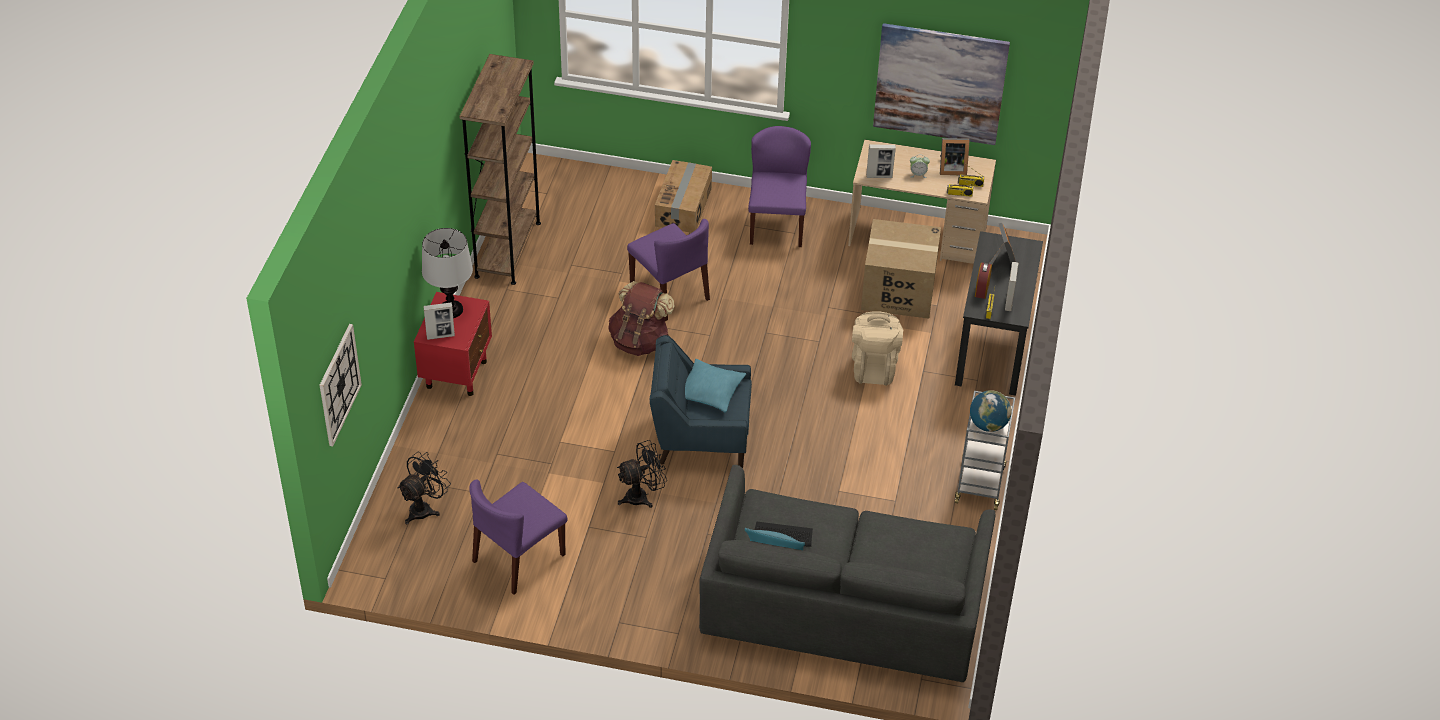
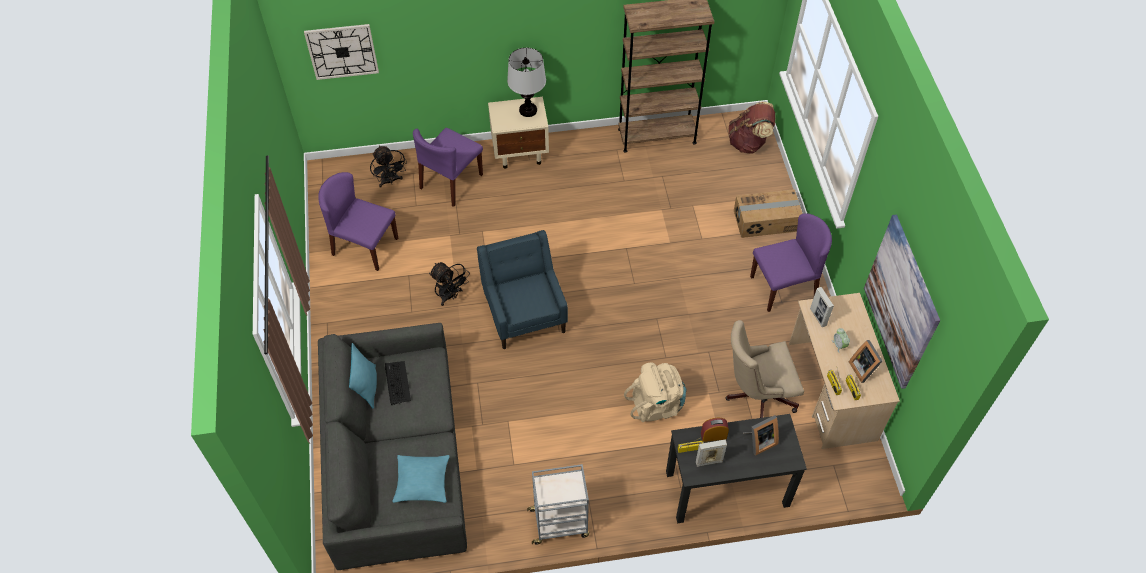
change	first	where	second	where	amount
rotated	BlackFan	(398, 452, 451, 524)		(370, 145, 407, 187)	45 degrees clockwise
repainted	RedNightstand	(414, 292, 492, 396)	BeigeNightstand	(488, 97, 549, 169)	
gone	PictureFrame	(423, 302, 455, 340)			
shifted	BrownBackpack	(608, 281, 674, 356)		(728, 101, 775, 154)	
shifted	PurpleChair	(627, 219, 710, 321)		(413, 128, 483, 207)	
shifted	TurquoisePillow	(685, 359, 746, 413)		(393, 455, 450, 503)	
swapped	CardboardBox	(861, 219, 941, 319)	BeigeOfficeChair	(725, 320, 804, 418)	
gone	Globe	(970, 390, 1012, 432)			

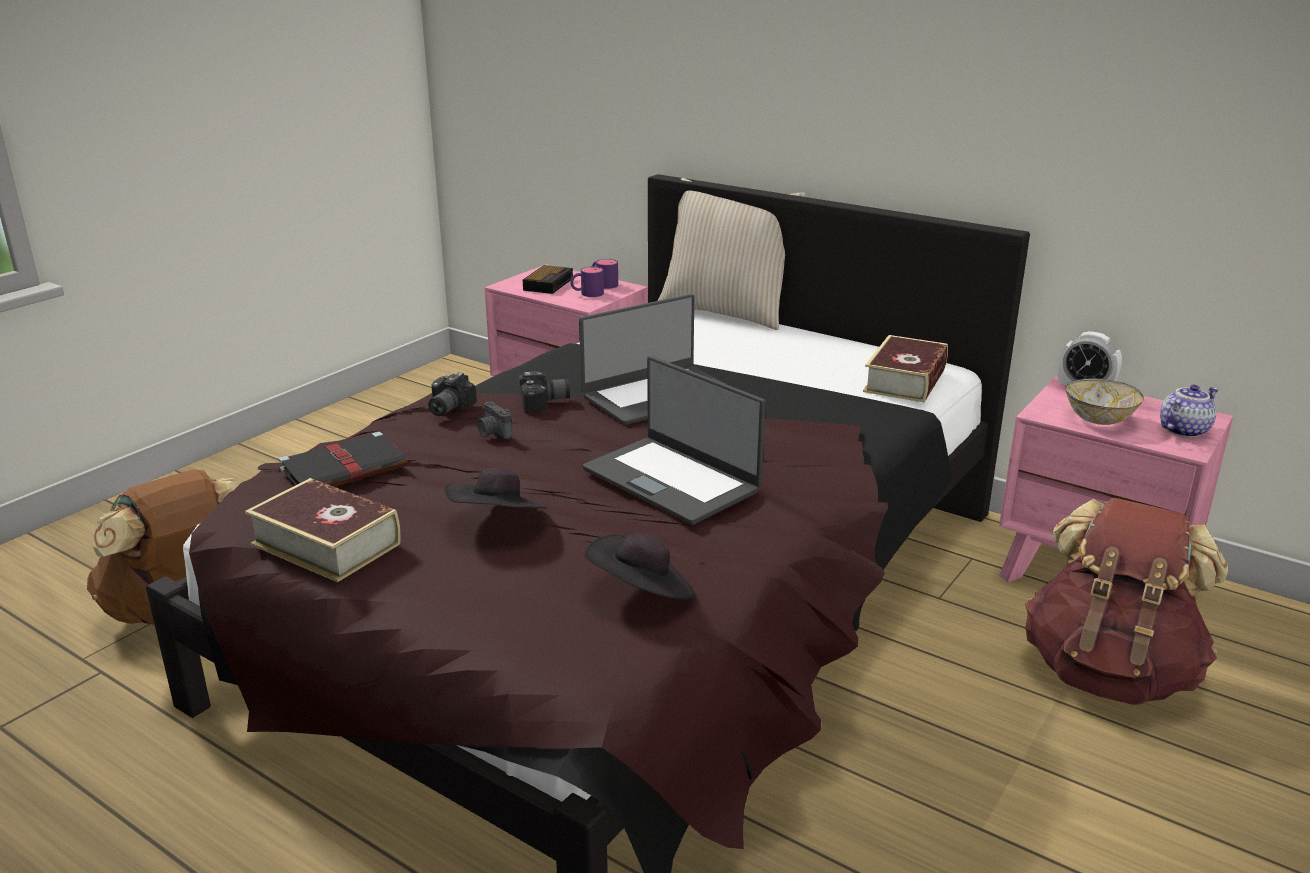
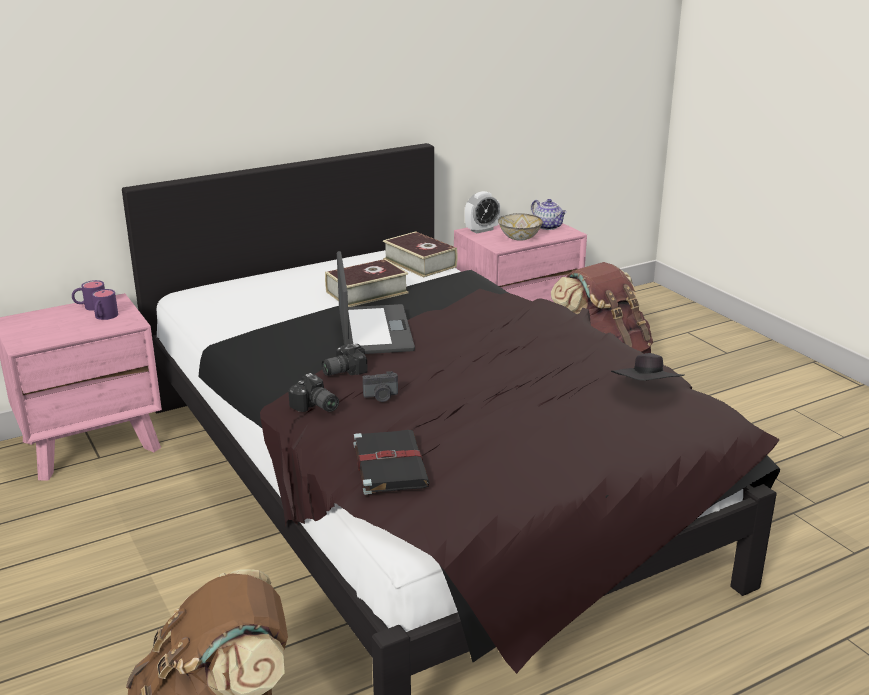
change	first	where	second	where	amount
shifted	Book	(245, 478, 400, 582)		(325, 259, 409, 307)	
gone	BlackHat	(445, 467, 547, 509)			
rotated	PhotoCamera	(519, 371, 570, 413)		(322, 344, 368, 376)	135 degrees counterclockwise
gone	AlarmClock	(523, 265, 573, 294)			
gone	Laptop	(583, 356, 766, 525)			
gone	BeigePillow	(658, 178, 805, 330)			
rotated	Teapot	(1160, 384, 1219, 438)		(531, 199, 567, 230)	150 degrees clockwise

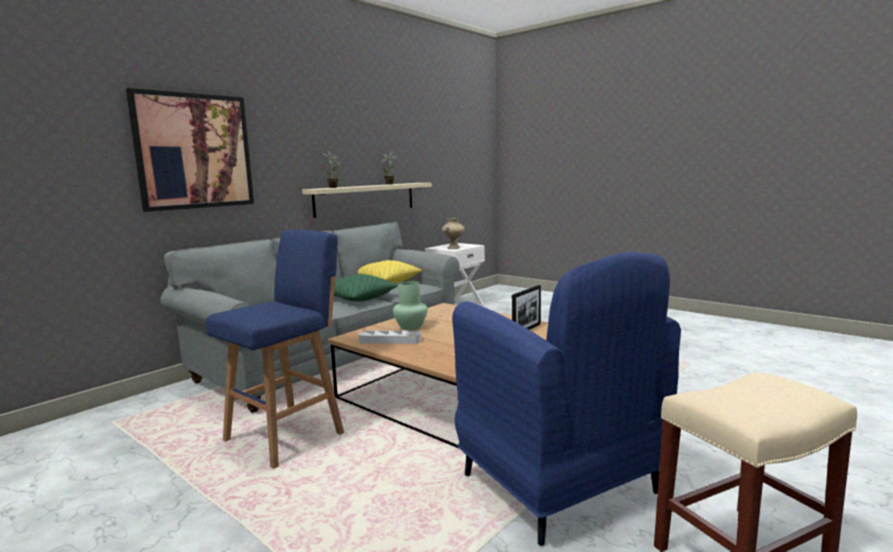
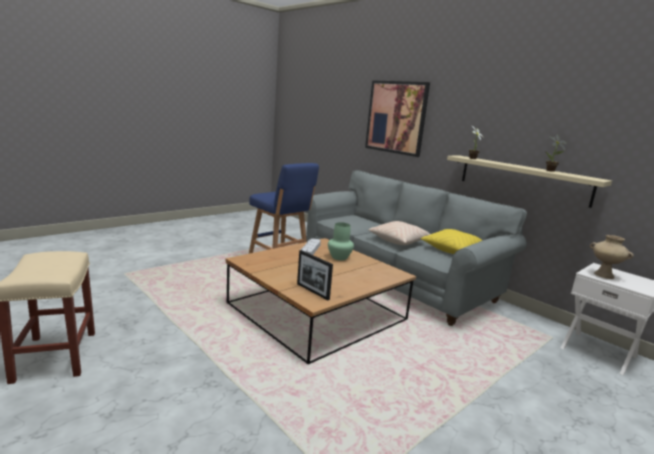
change	first	where	second	where	amount
repainted	GreenPillow	(334, 274, 397, 301)	BeigePillow	(368, 221, 430, 245)	
gone	BlueArmchair	(452, 252, 681, 546)			

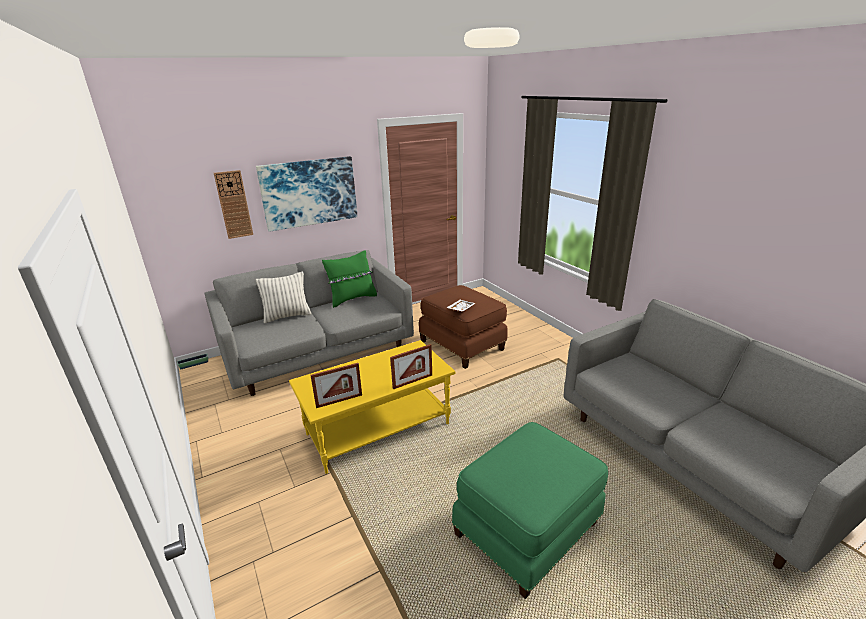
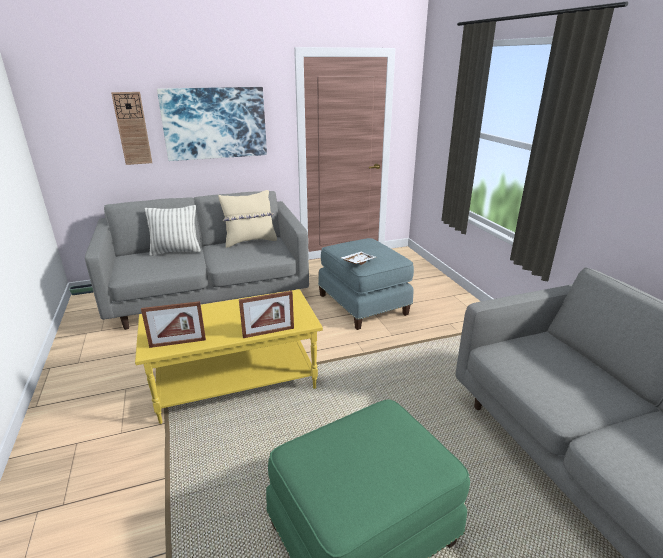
change	first	where	second	where	amount
repainted	GreenPillow	(322, 250, 377, 308)	BeigePillow	(218, 190, 277, 248)	
repainted	BrownOttoman	(419, 285, 508, 369)	BlueOttoman	(318, 238, 414, 330)	

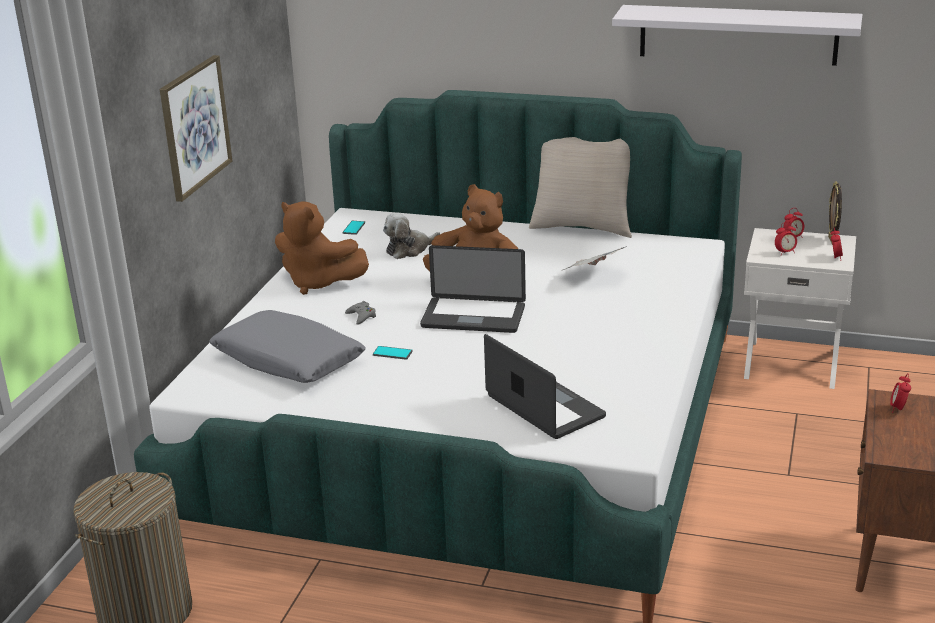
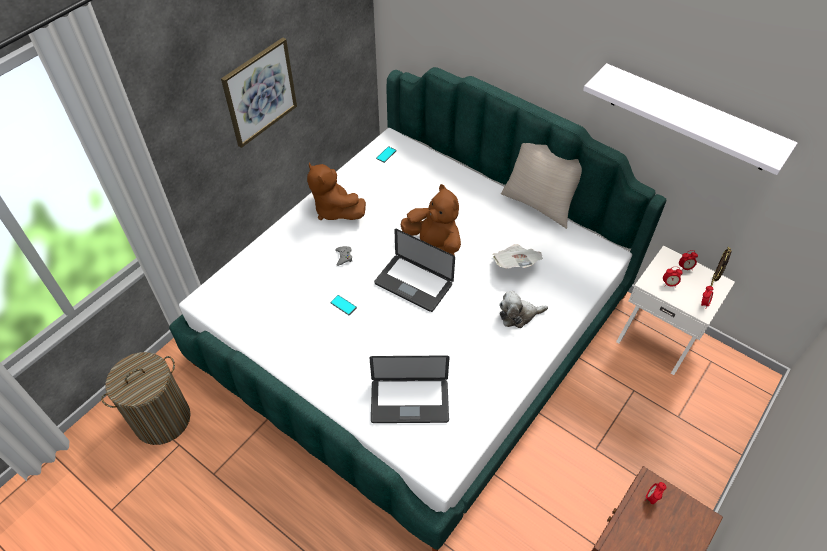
change	first	where	second	where	amount
gone	GreyPillow	(209, 310, 366, 383)			
shifted	PlushToy	(383, 213, 440, 259)		(499, 291, 548, 328)	
rotated	Laptop	(484, 334, 606, 439)		(370, 356, 450, 423)	105 degrees clockwise

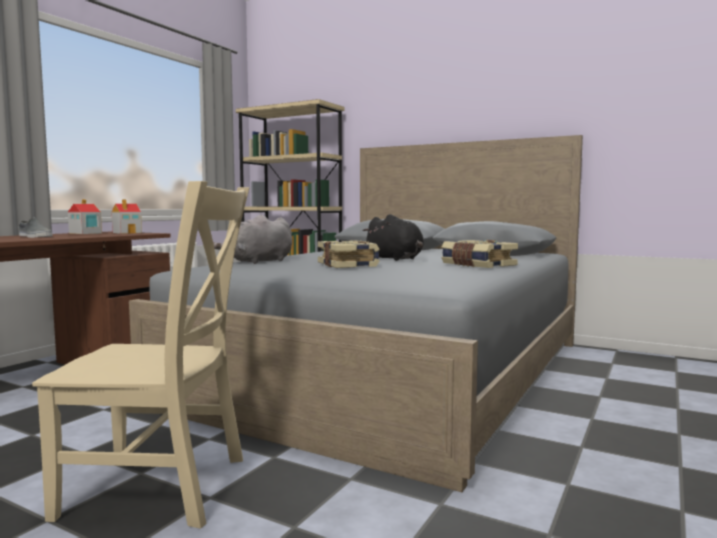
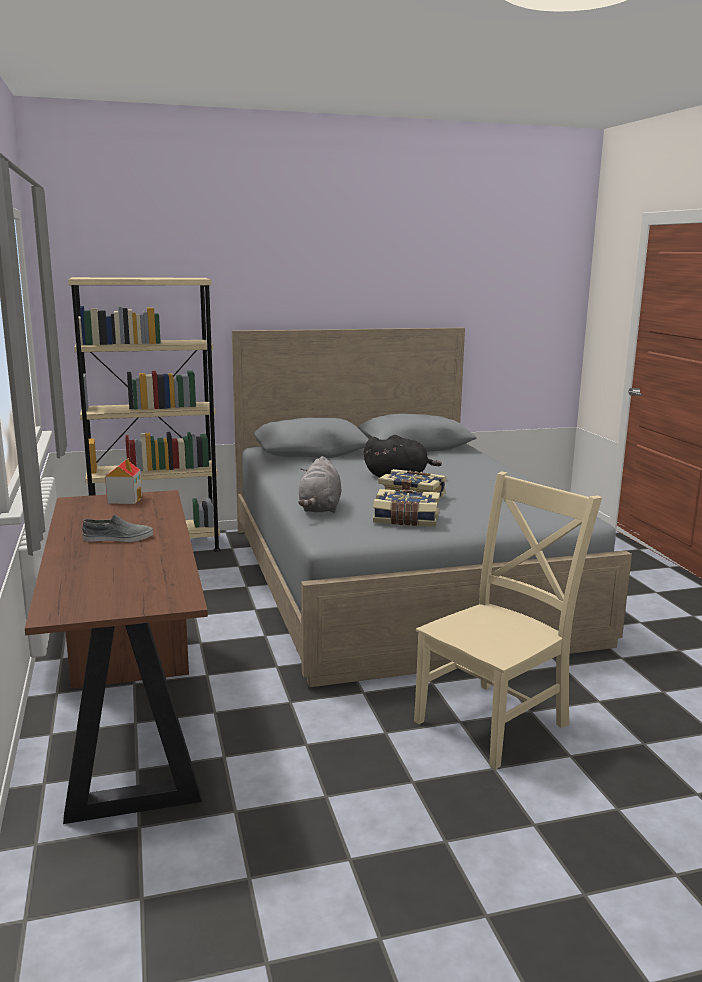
change	first	where	second	where	amount
gone	ToyHouse	(68, 199, 102, 234)			
shifted	Book	(441, 240, 518, 268)		(373, 489, 440, 527)	

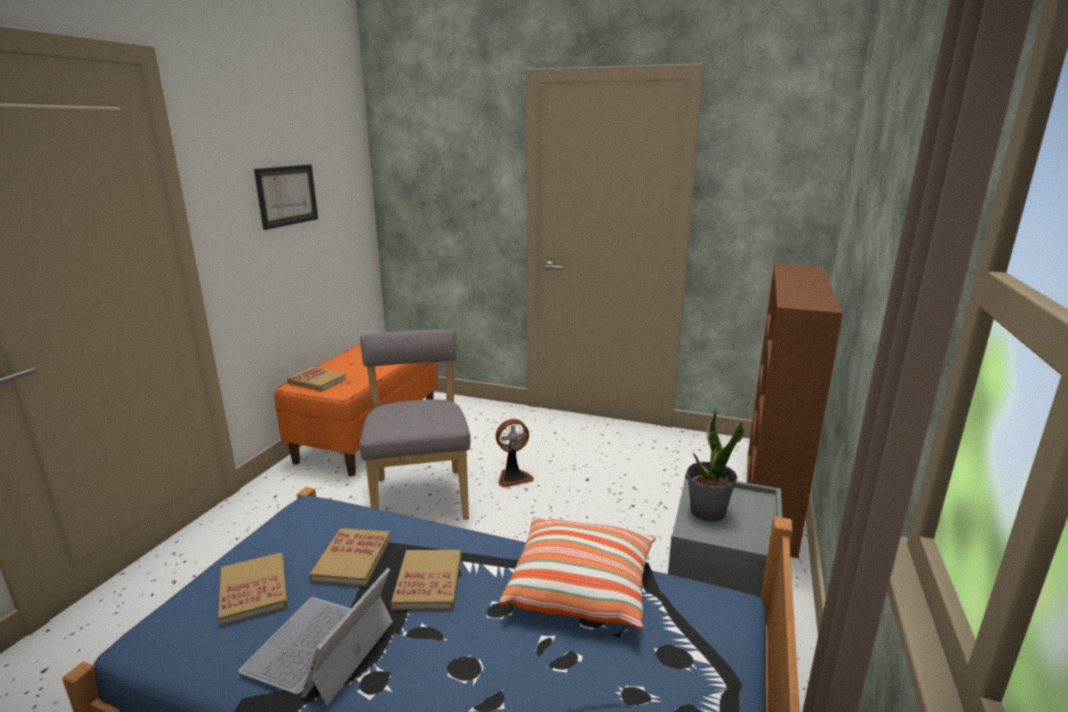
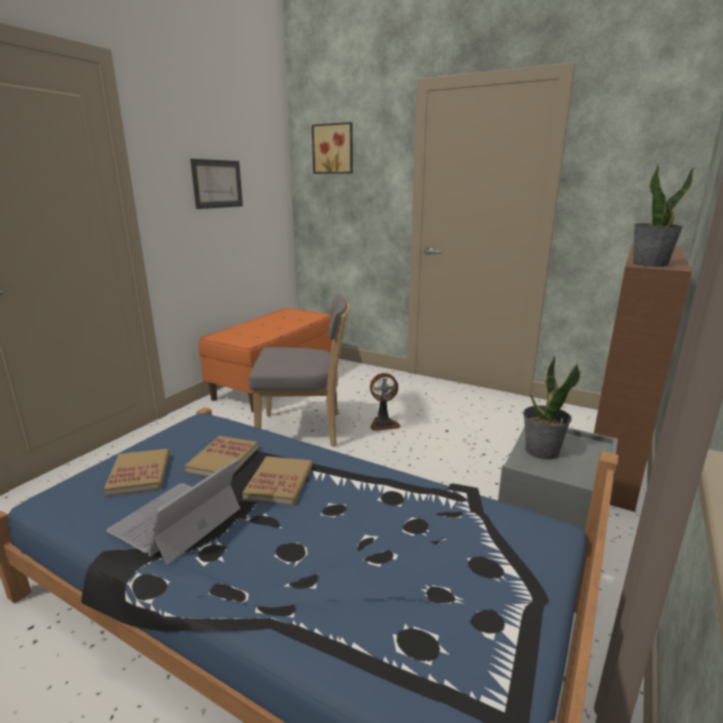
change	first	where	second	where	amount
gone	Book	(287, 367, 346, 391)			
rotated	GreyChair	(359, 329, 470, 520)		(248, 293, 350, 447)	90 degrees clockwise
gone	Pillow	(499, 517, 656, 629)			
new			Picture	(312, 122, 353, 174)	
new			PottedPlant	(633, 163, 695, 267)	

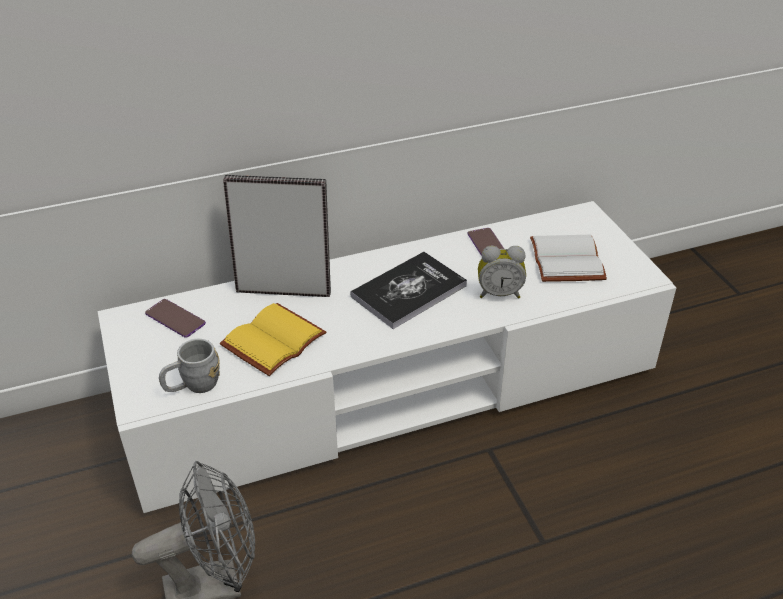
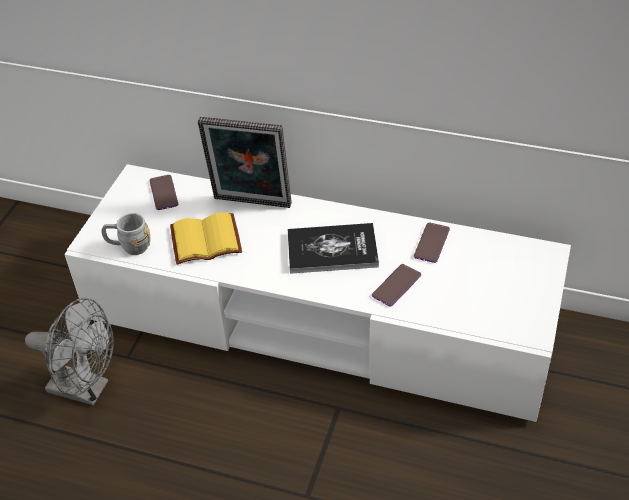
change	first	where	second	where	amount
rotated	PictureFrame	(223, 175, 331, 297)		(198, 117, 292, 208)	150 degrees clockwise
swapped	AlarmClock	(478, 246, 526, 298)	Phone	(372, 264, 421, 307)	
gone	WhiteBook	(530, 235, 607, 282)			

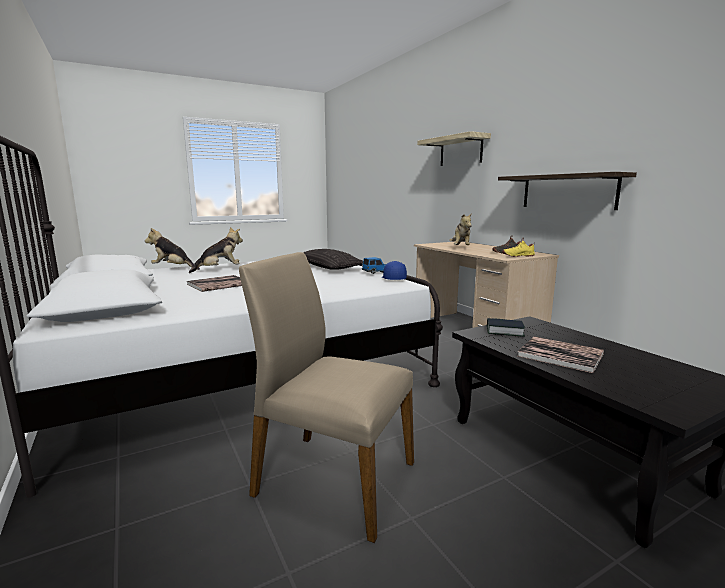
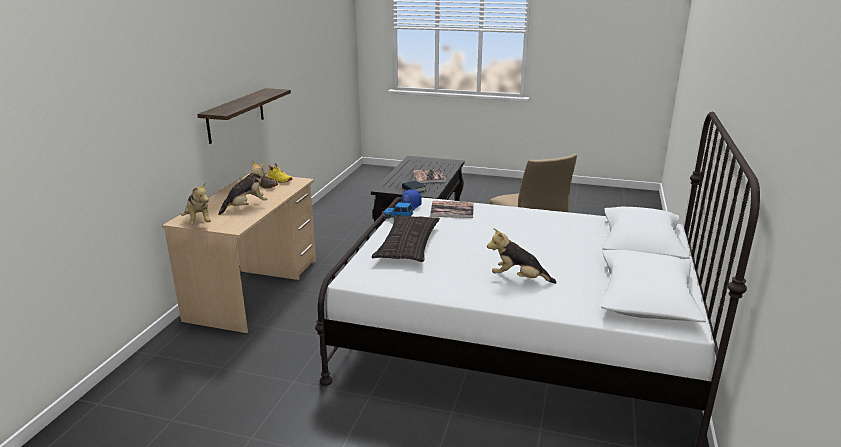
change	first	where	second	where	amount
shifted	PlushToy	(145, 228, 200, 270)		(181, 183, 211, 224)	
shifted	Book	(187, 275, 242, 292)		(430, 201, 474, 218)	
gone	Shelf	(417, 131, 491, 166)			

